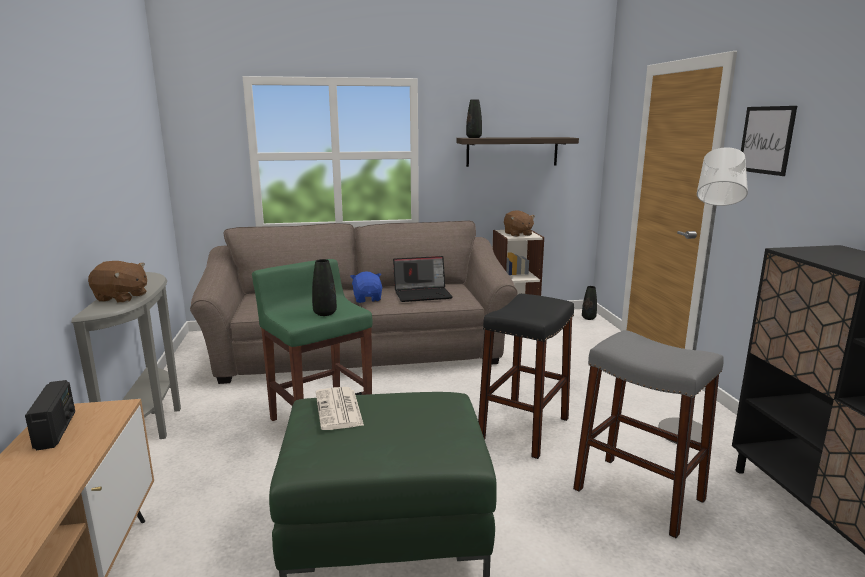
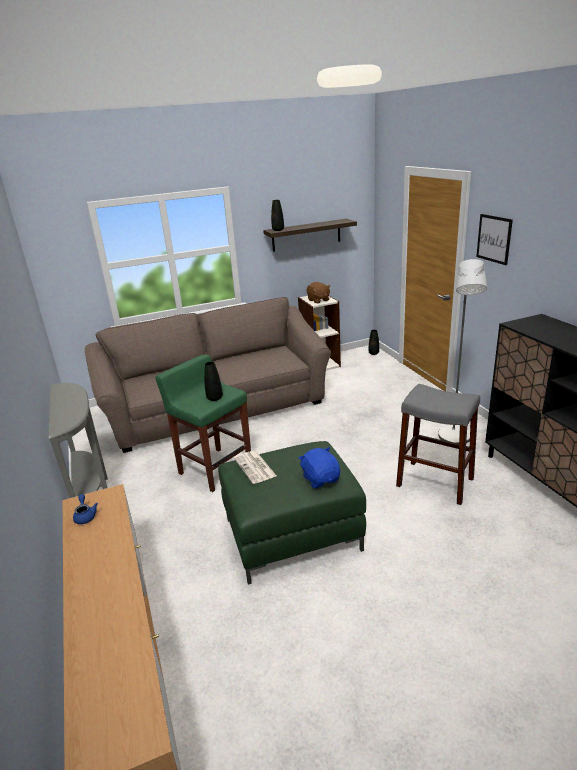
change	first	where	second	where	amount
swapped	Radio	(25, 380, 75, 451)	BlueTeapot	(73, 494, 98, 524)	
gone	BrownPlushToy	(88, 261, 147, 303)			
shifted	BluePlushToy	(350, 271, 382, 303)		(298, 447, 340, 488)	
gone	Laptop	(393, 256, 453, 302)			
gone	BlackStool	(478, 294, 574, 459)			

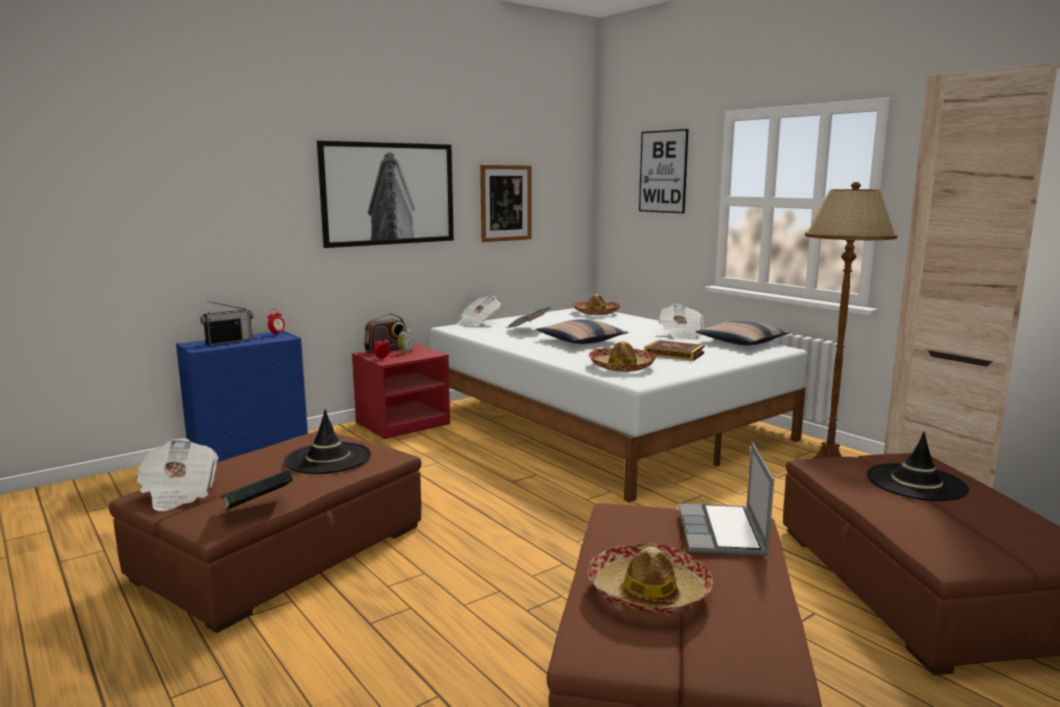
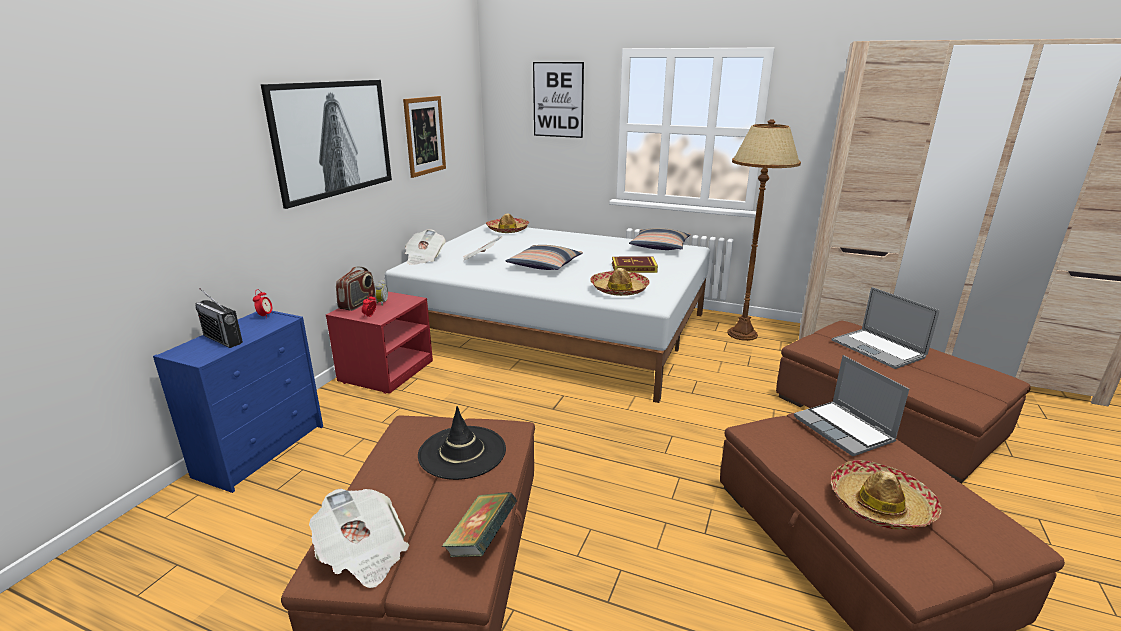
change	first	where	second	where	amount
rotated	Radio	(200, 301, 253, 346)		(195, 288, 243, 348)	105 degrees clockwise
gone	Newspaper	(659, 304, 704, 340)			
swapped	BlackHat	(867, 431, 969, 501)	Laptop	(832, 287, 939, 369)	

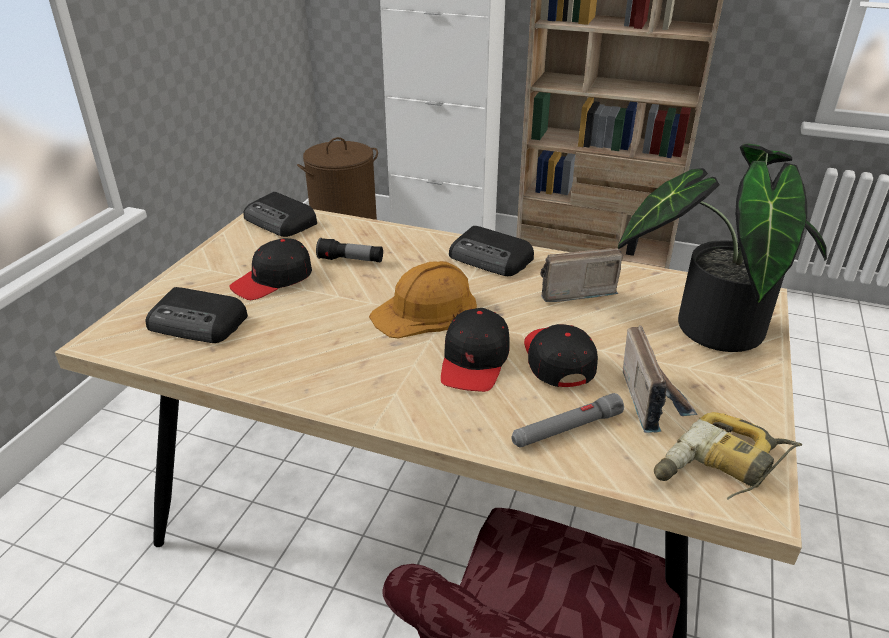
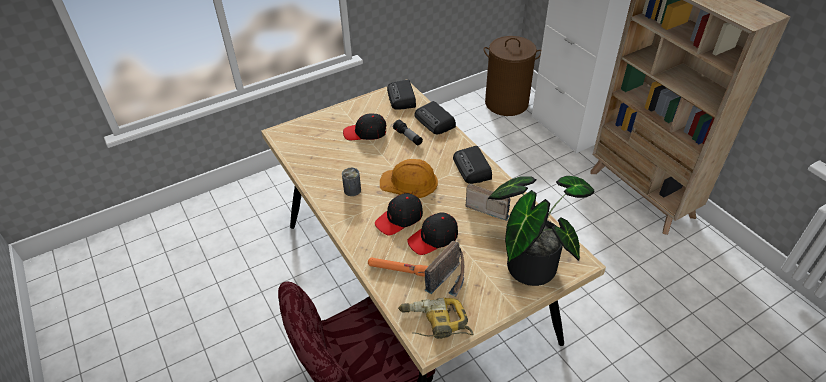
change	first	where	second	where	amount
shifted	Radio	(146, 287, 248, 343)		(415, 101, 456, 134)	
repainted	GreyFlashlight	(511, 393, 624, 448)	OrangeFlashlight	(368, 257, 428, 277)	
rotated	BlackCap	(524, 324, 598, 387)		(407, 212, 458, 255)	150 degrees counterclockwise
new			Can	(342, 168, 361, 196)	

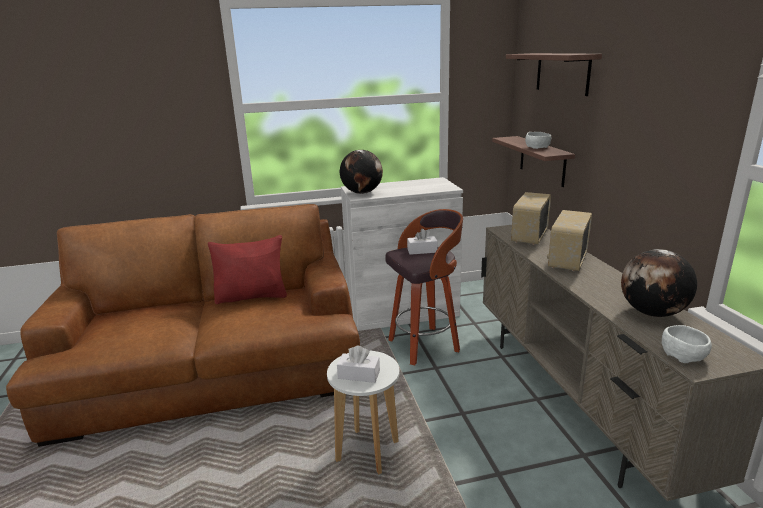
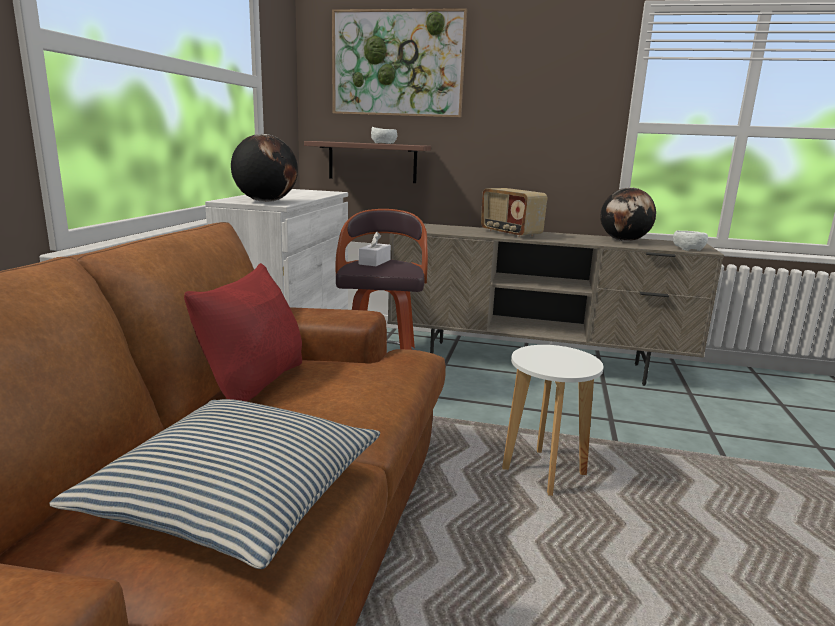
change	first	where	second	where	amount
gone	WhiteTissueBox	(337, 346, 380, 383)			
swapped	Shelf	(506, 53, 602, 96)	Picture	(332, 8, 467, 117)	
gone	Radio	(511, 192, 551, 245)			
new			Pillow	(49, 399, 380, 569)	

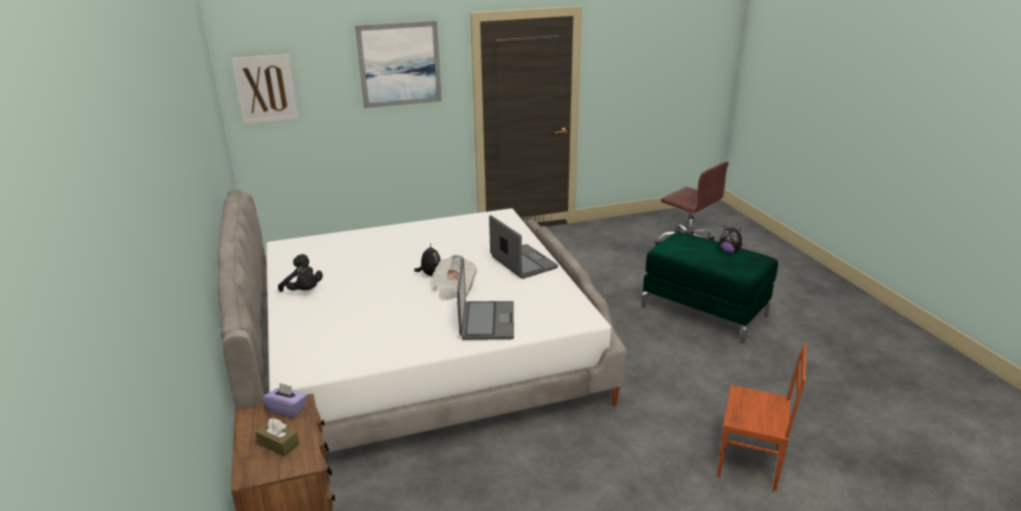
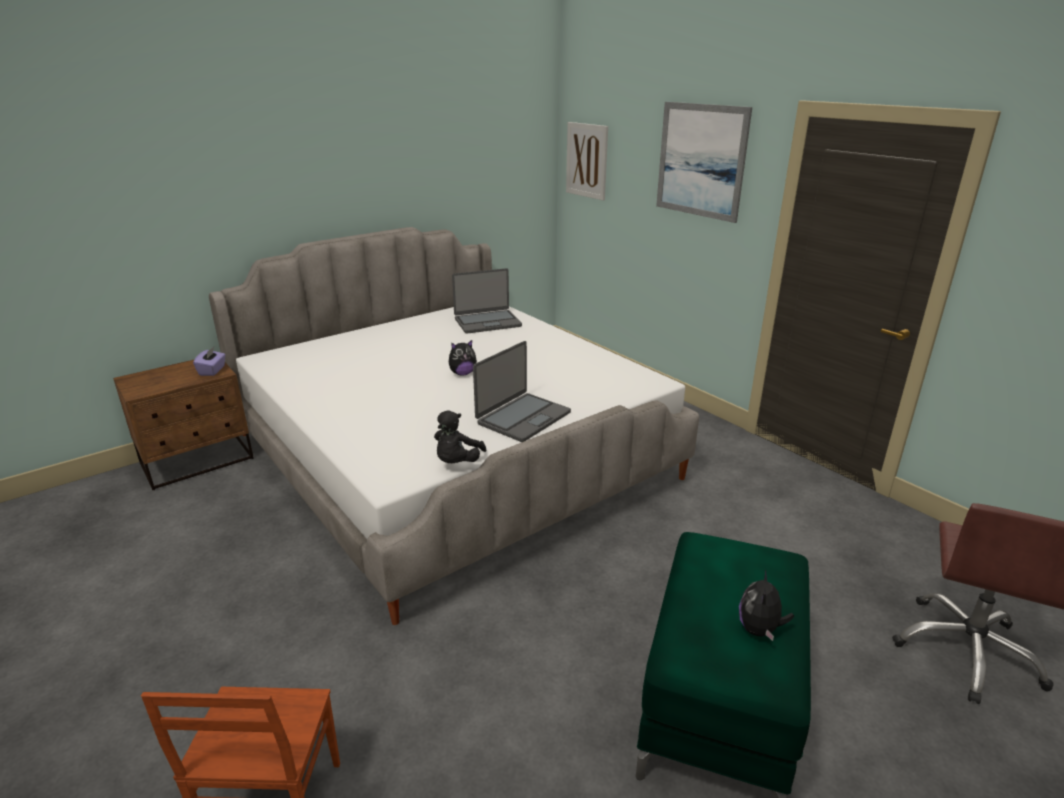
change	first	where	second	where	amount
gone	BrownTissueBox	(255, 418, 299, 457)			
shifted	BlackPlushToy	(278, 254, 323, 292)		(434, 410, 486, 463)	
gone	Newspaper	(432, 255, 477, 300)			
shifted	Laptop	(457, 259, 514, 340)		(452, 268, 522, 334)	

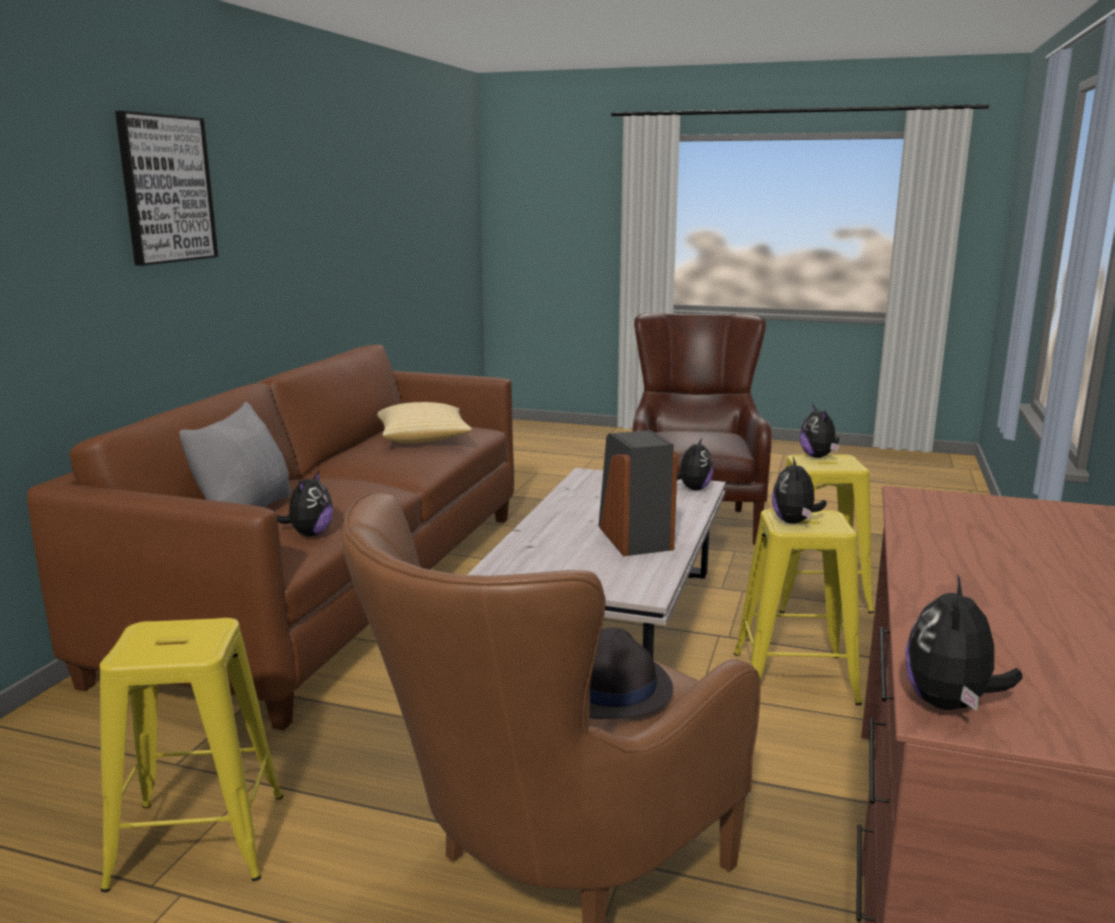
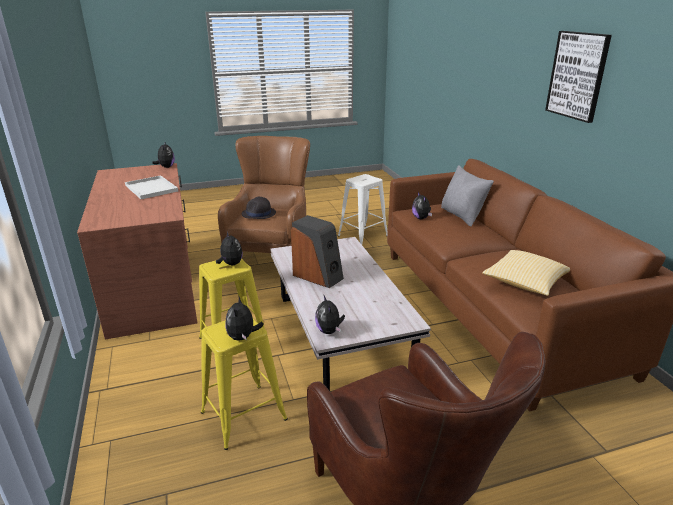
change	first	where	second	where	amount
repainted	YellowStool	(100, 618, 283, 892)	WhiteStool	(338, 174, 388, 245)	
rotated	PlushToy	(800, 405, 839, 458)		(225, 295, 264, 341)	135 degrees counterclockwise
new			WhiteTray	(125, 175, 178, 199)	

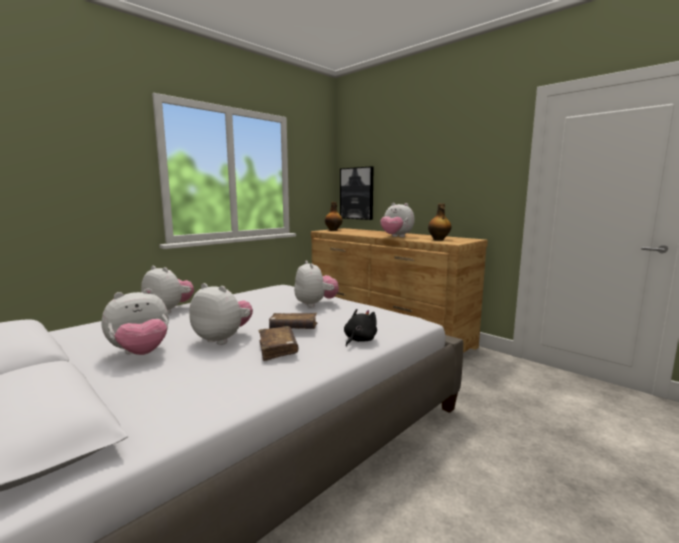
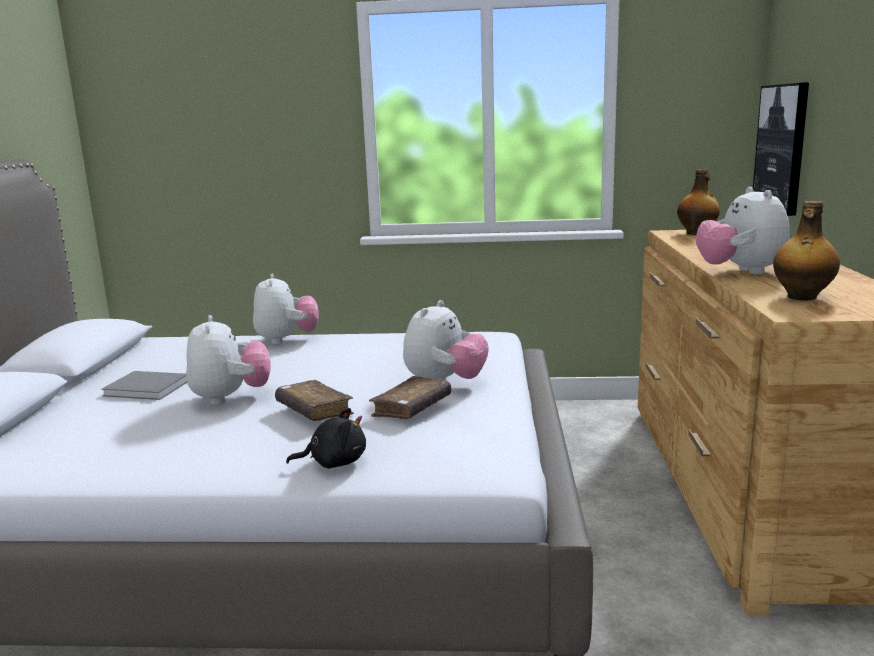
change	first	where	second	where	amount
swapped	PlushToy	(101, 288, 169, 355)	GreyBook	(101, 371, 187, 400)	
shifted	BrownBook	(259, 326, 299, 361)		(369, 376, 451, 419)	

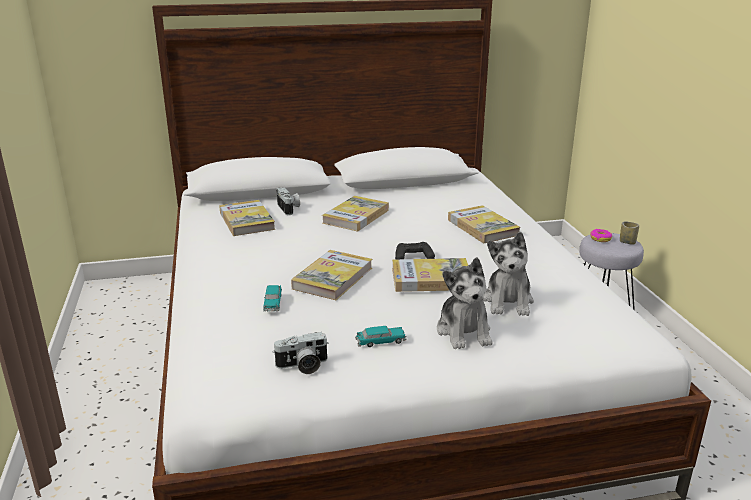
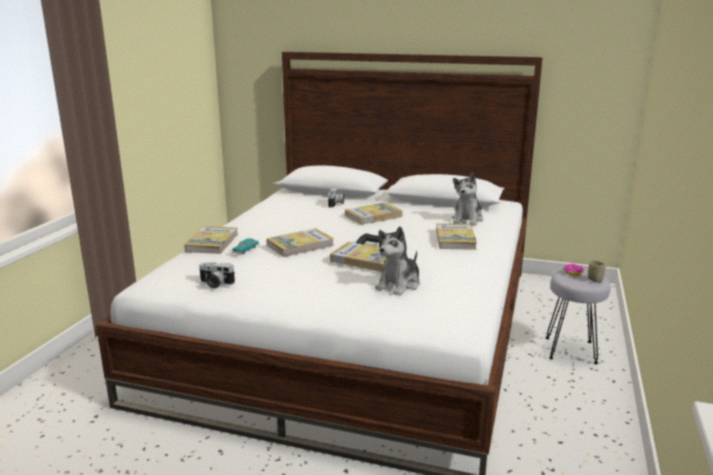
change	first	where	second	where	amount
shifted	Book	(219, 200, 275, 236)		(184, 226, 238, 254)	
gone	ToyCar	(355, 326, 407, 347)			
shifted	PlushToy	(437, 257, 492, 349)		(452, 173, 483, 226)	

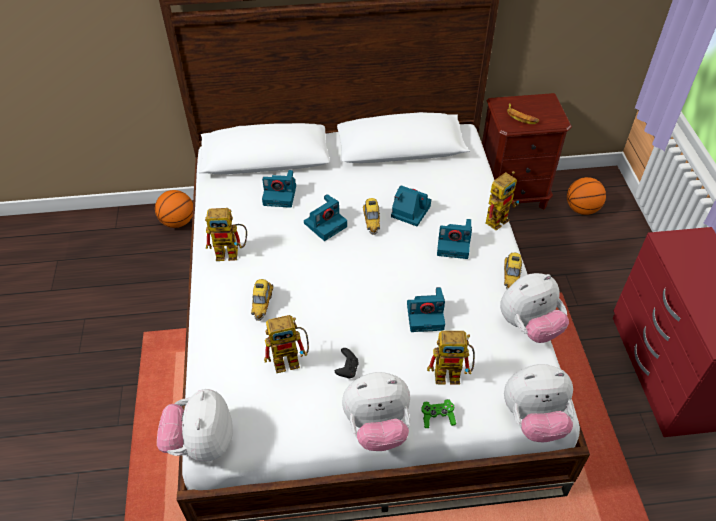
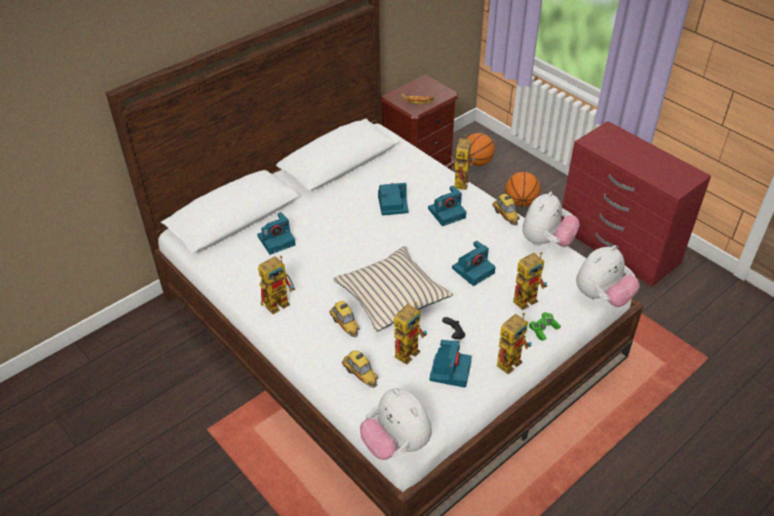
change	first	where	second	where	amount
shifted	Basketball	(155, 190, 193, 228)		(505, 172, 540, 207)	
shifted	PhotoCamera	(304, 194, 347, 241)		(430, 340, 472, 388)	
swapped	PlushToy	(342, 372, 410, 451)	ToyRobot	(496, 313, 532, 375)	
shifted	ToyCar	(363, 198, 380, 235)		(342, 350, 378, 388)	
new			BeigePillow	(333, 246, 453, 332)	

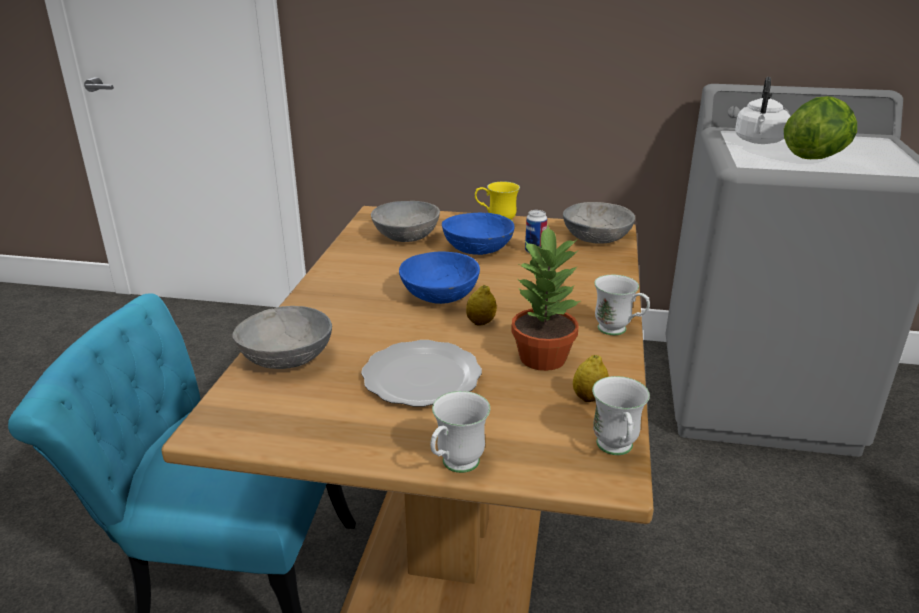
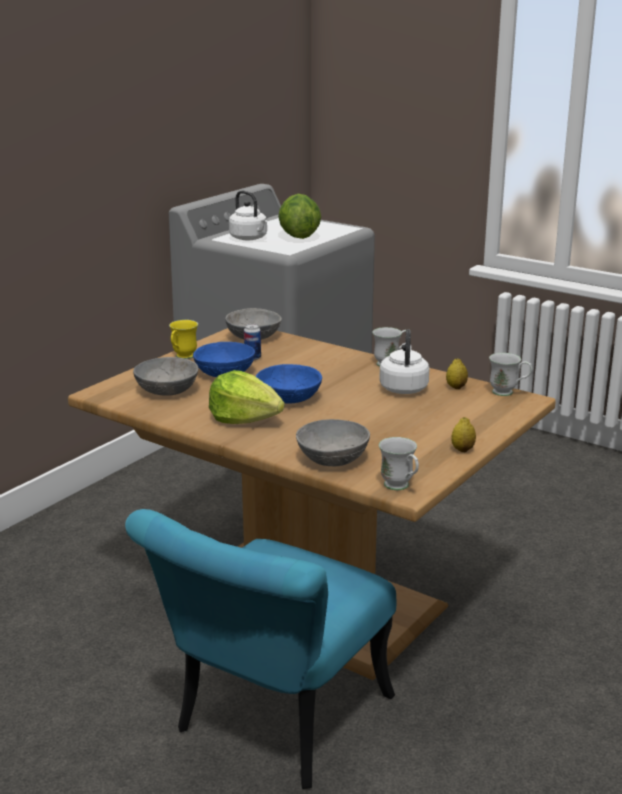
change	first	where	second	where	amount
gone	Plate	(361, 340, 482, 407)			
shifted	WhiteMug	(430, 391, 490, 473)		(379, 437, 419, 490)	
shifted	Lemon	(466, 285, 497, 326)		(451, 417, 476, 452)	
swapped	PottedPlant	(511, 226, 580, 371)	WhiteKettle	(379, 329, 430, 394)	
new			Lettuce	(209, 370, 285, 424)	

